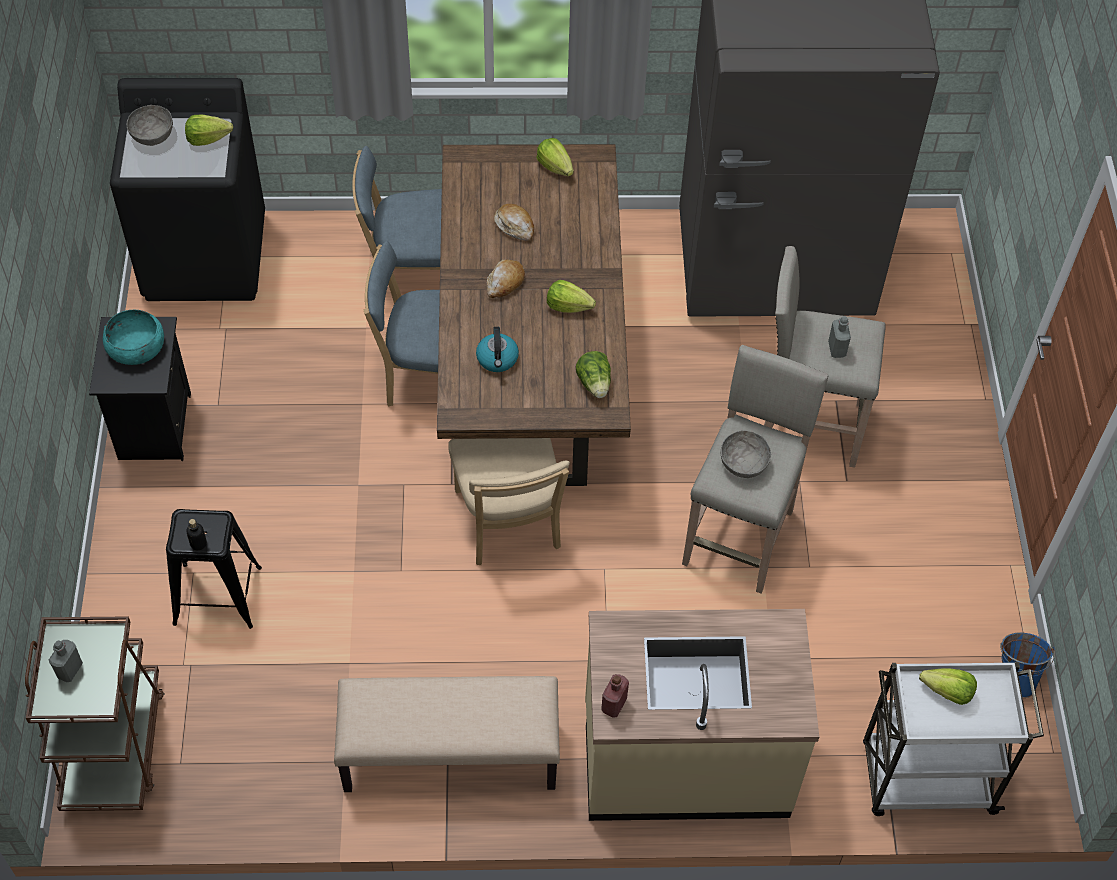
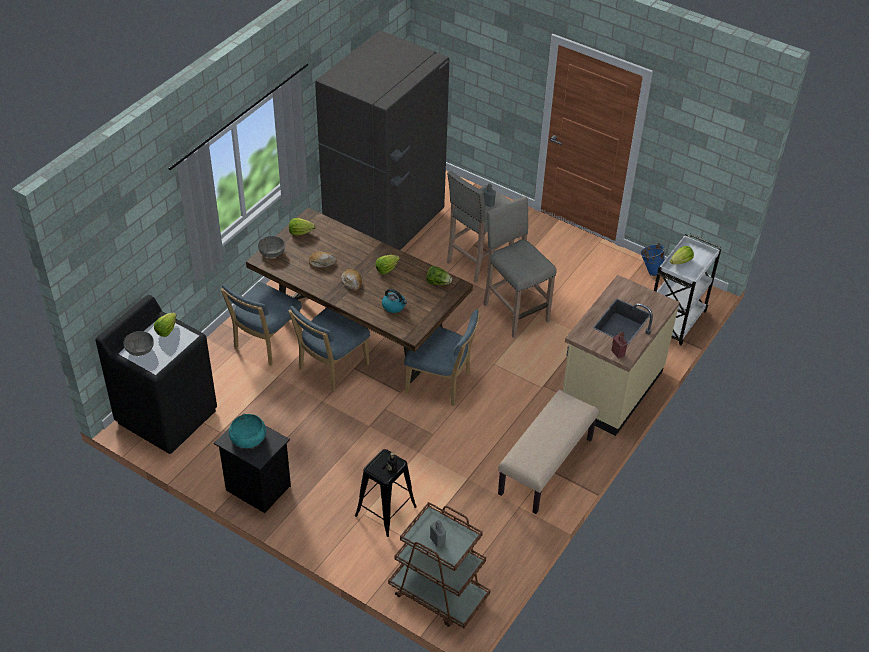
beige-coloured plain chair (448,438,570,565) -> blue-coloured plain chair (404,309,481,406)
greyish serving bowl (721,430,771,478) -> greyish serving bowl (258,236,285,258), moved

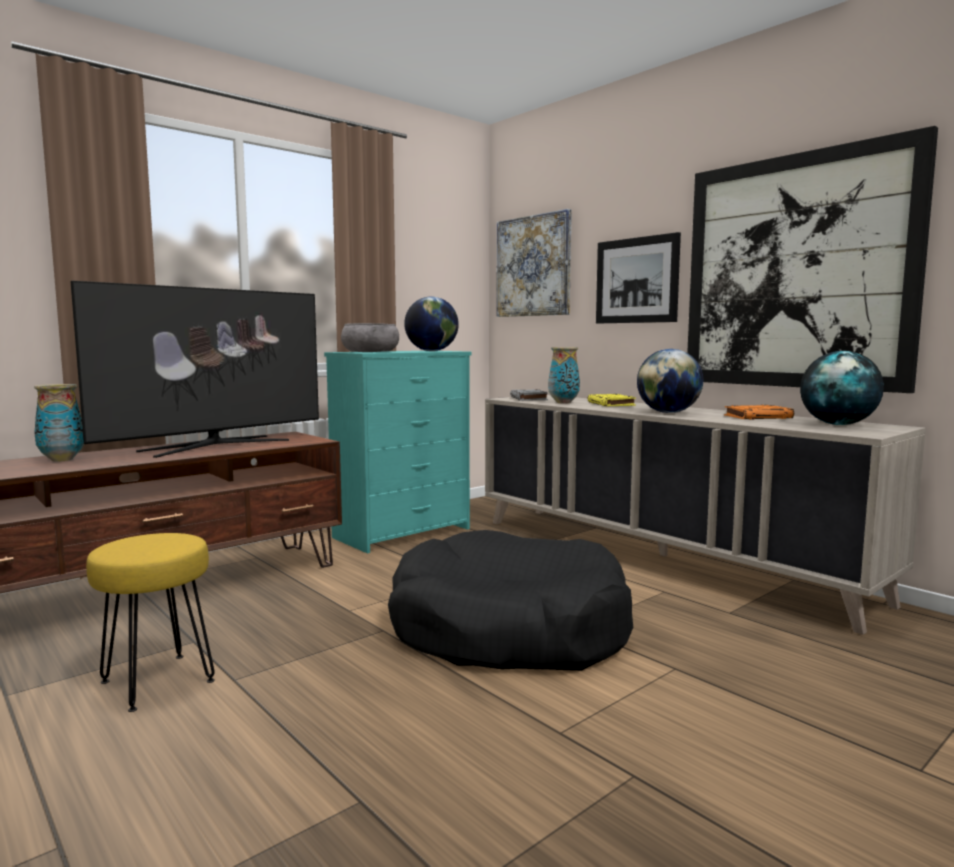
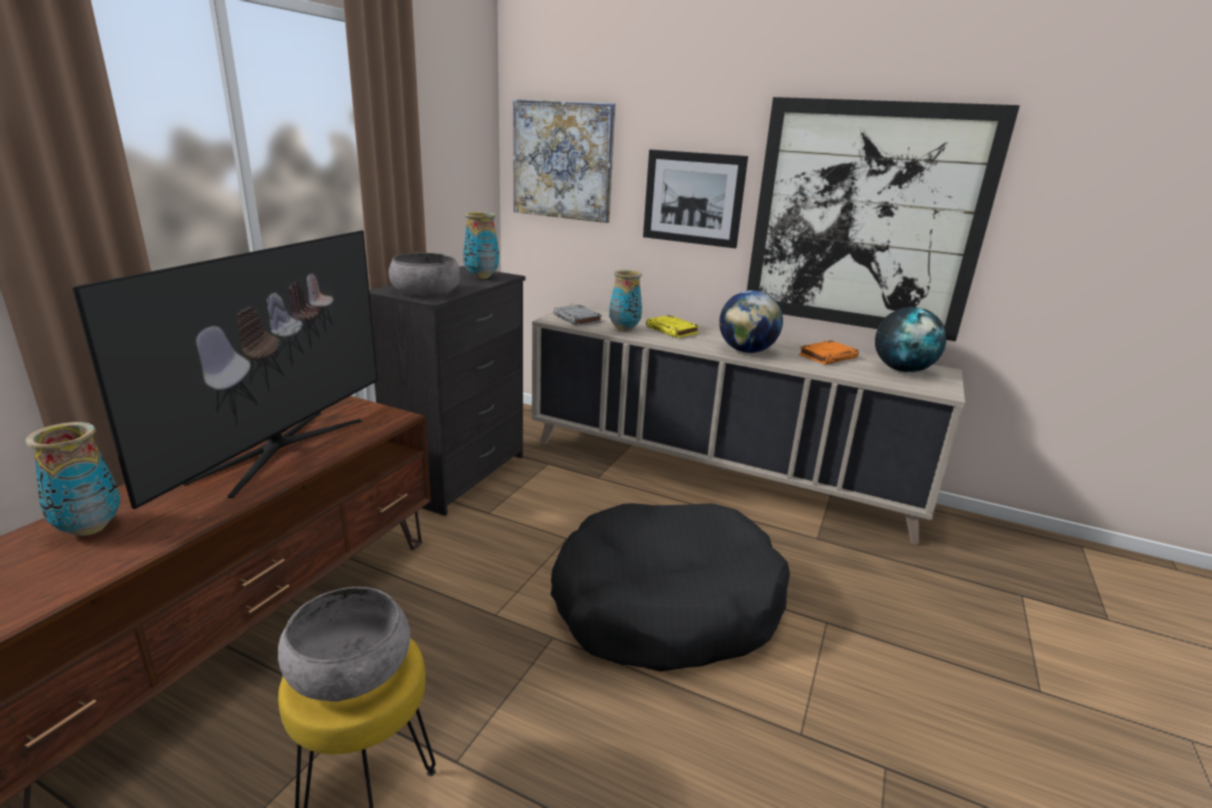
turquoise-coloured dresser (324,351,471,554) -> black dresser (369,266,525,516)
world globe (404,297,459,351) -> vase (463,212,499,279)
none -> greyish serving bowl (278,587,410,702)

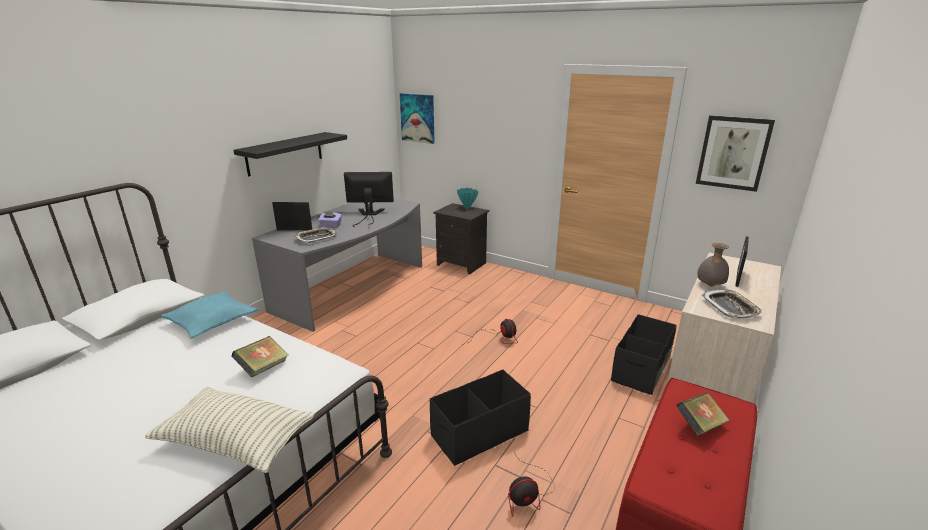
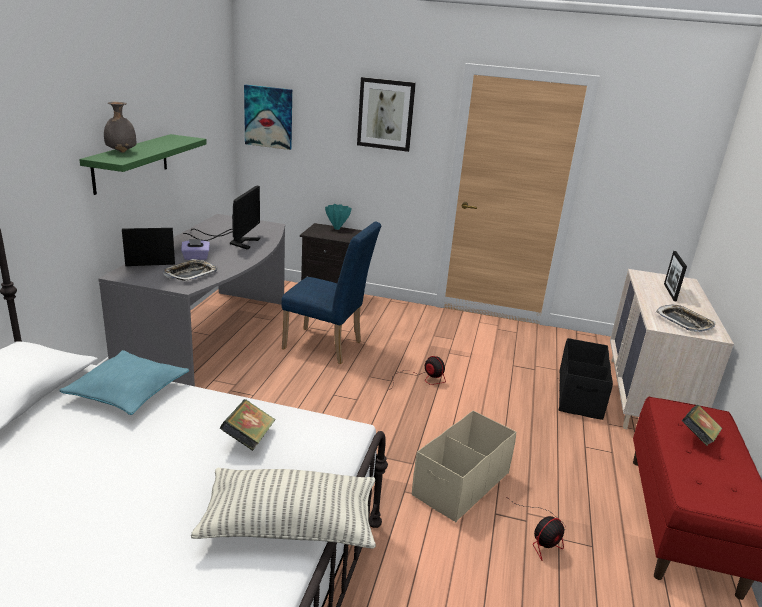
black wall shelf (233,132,347,176) -> green wall shelf (79,134,207,195)
computer screen (344,172,394,227) -> computer screen (183,186,260,250), 120 degrees clockwise
black storage container (430,370,531,466) -> beige-coloured storage container (412,410,516,522)
picture (696,115,775,192) -> picture (357,77,416,152), moved
greyish vase (697,243,729,287) -> greyish vase (104,102,137,152), moved
none -> blue-coloured plain chair (281,222,381,364)

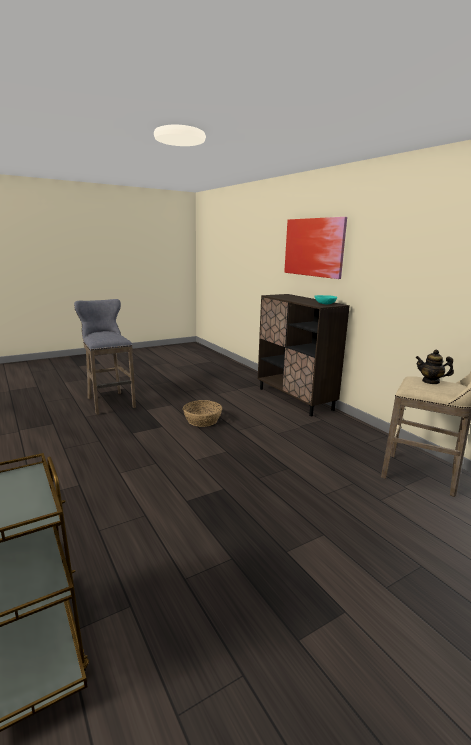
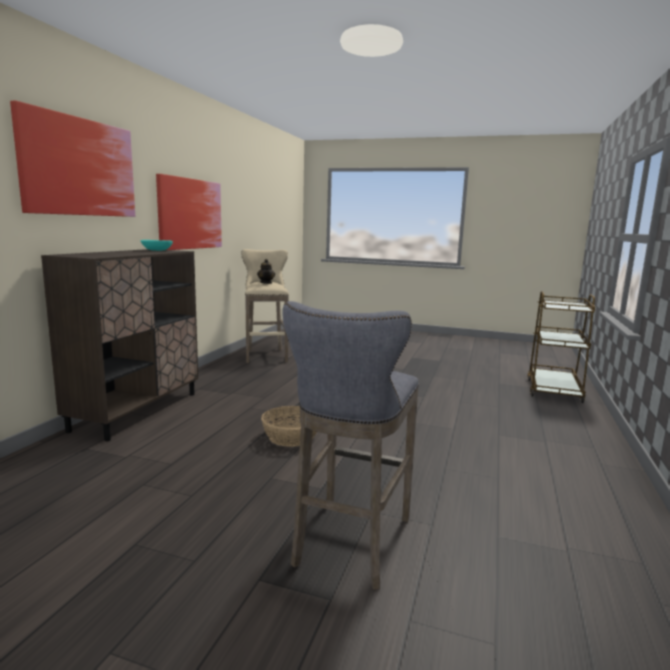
none -> picture (156,174,222,250)

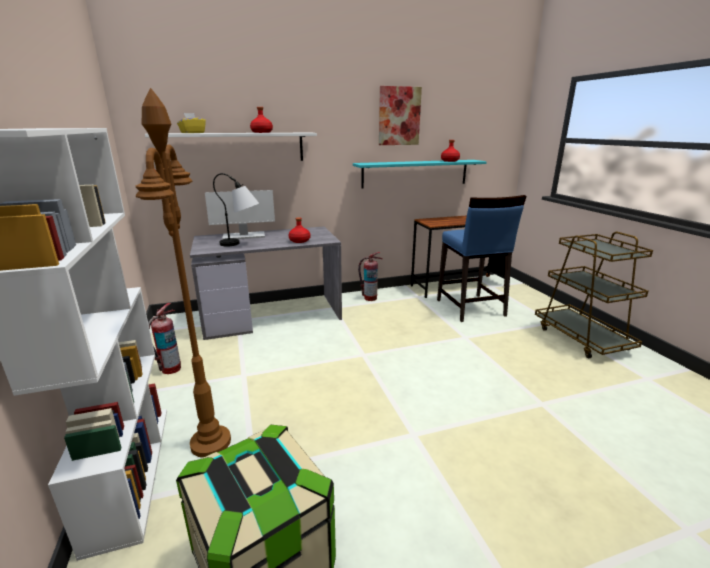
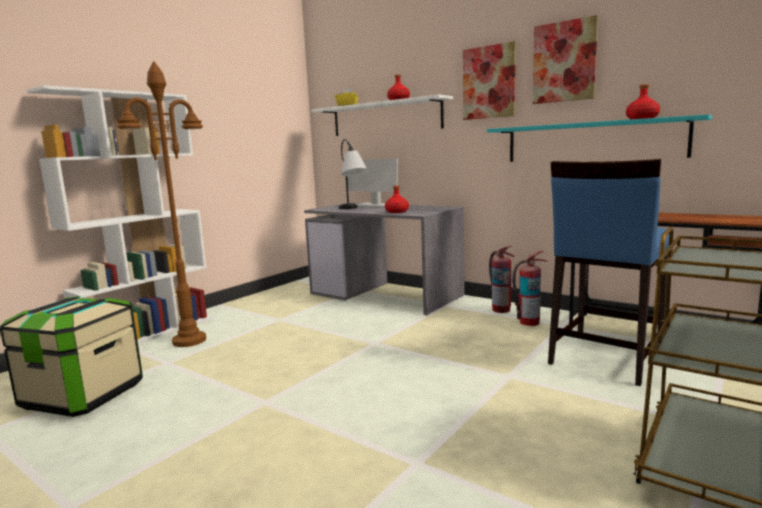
extinguisher (148,303,181,374) -> extinguisher (512,251,547,326), moved
none -> picture (463,41,516,120)

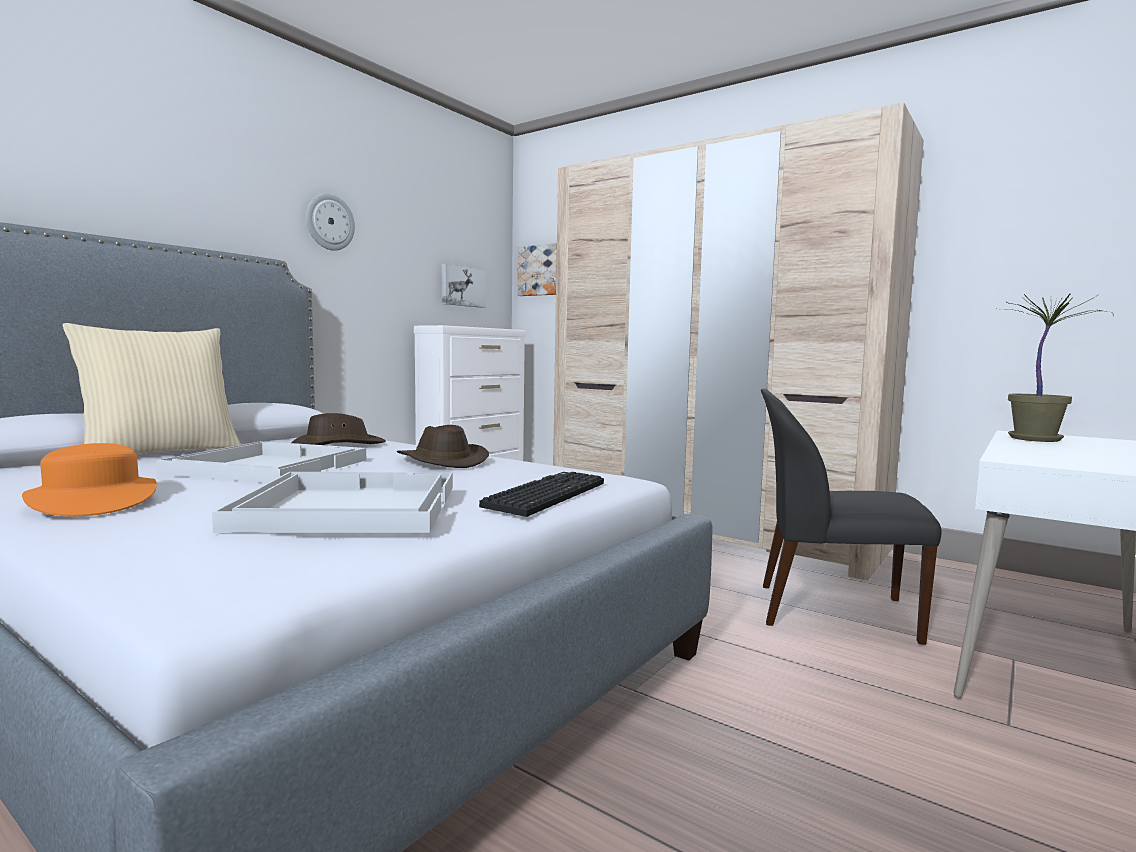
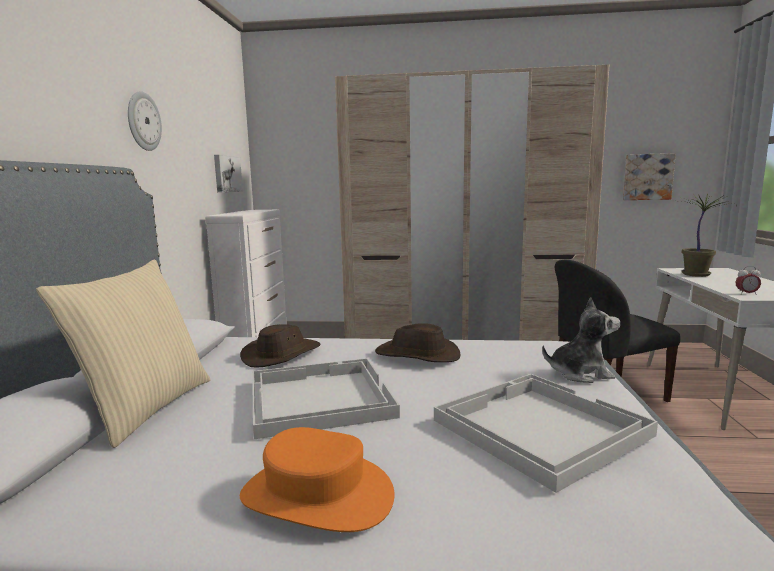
keyboard (479,472,604,517) -> soft toy (542,298,620,383)
picture (518,243,557,296) -> picture (623,153,676,200), moved
none -> table clock (736,266,761,295)

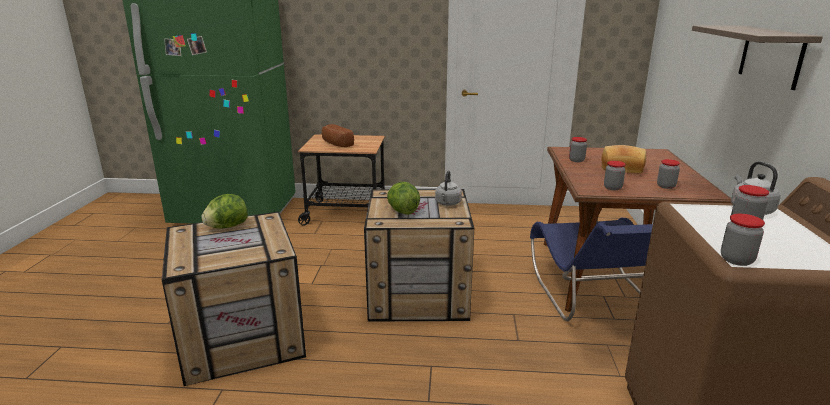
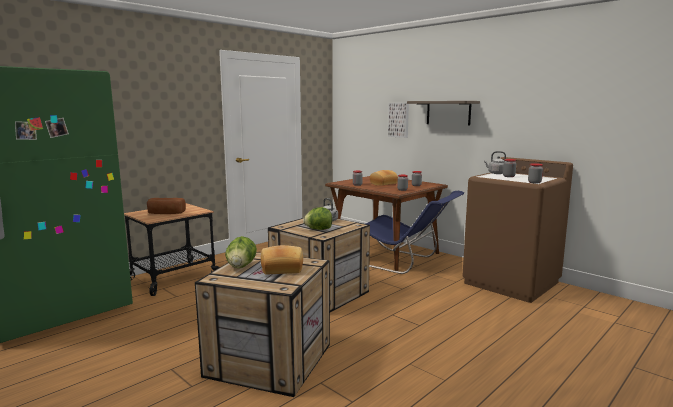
none -> bakery bread (261,245,303,275)
none -> picture (388,103,409,138)

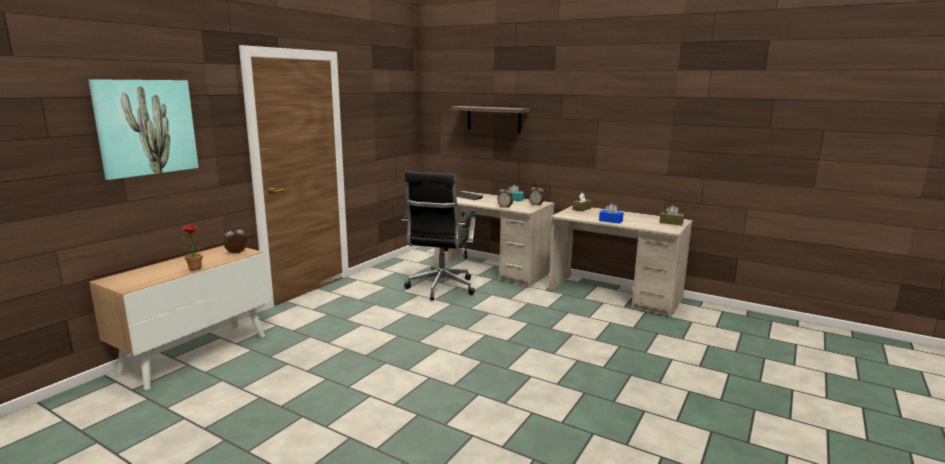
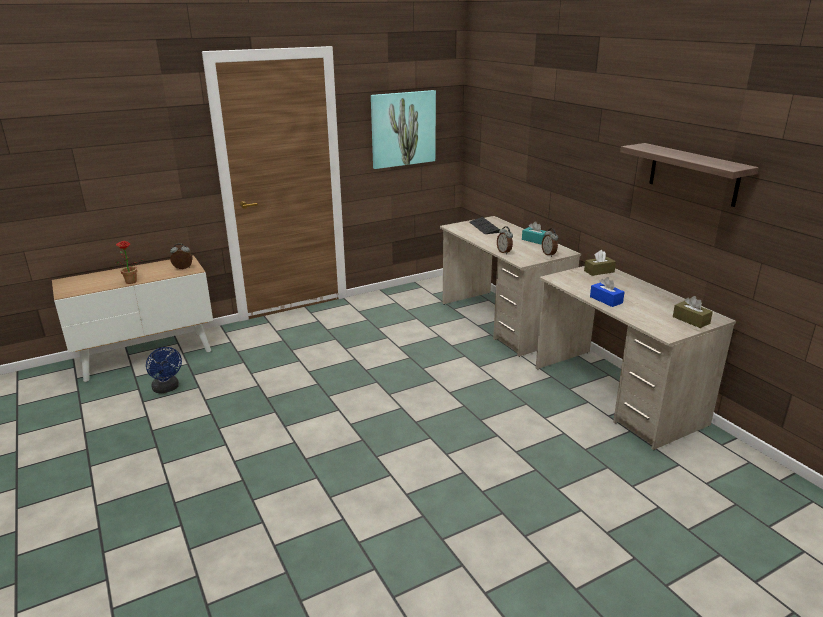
picture (88,79,199,180) -> picture (371,90,436,169), moved
black computer chair (402,171,476,301) -> none
wall shelf (451,106,529,133) -> wall shelf (620,143,759,207), moved
none -> blue-coloured electric fan (146,347,182,393)

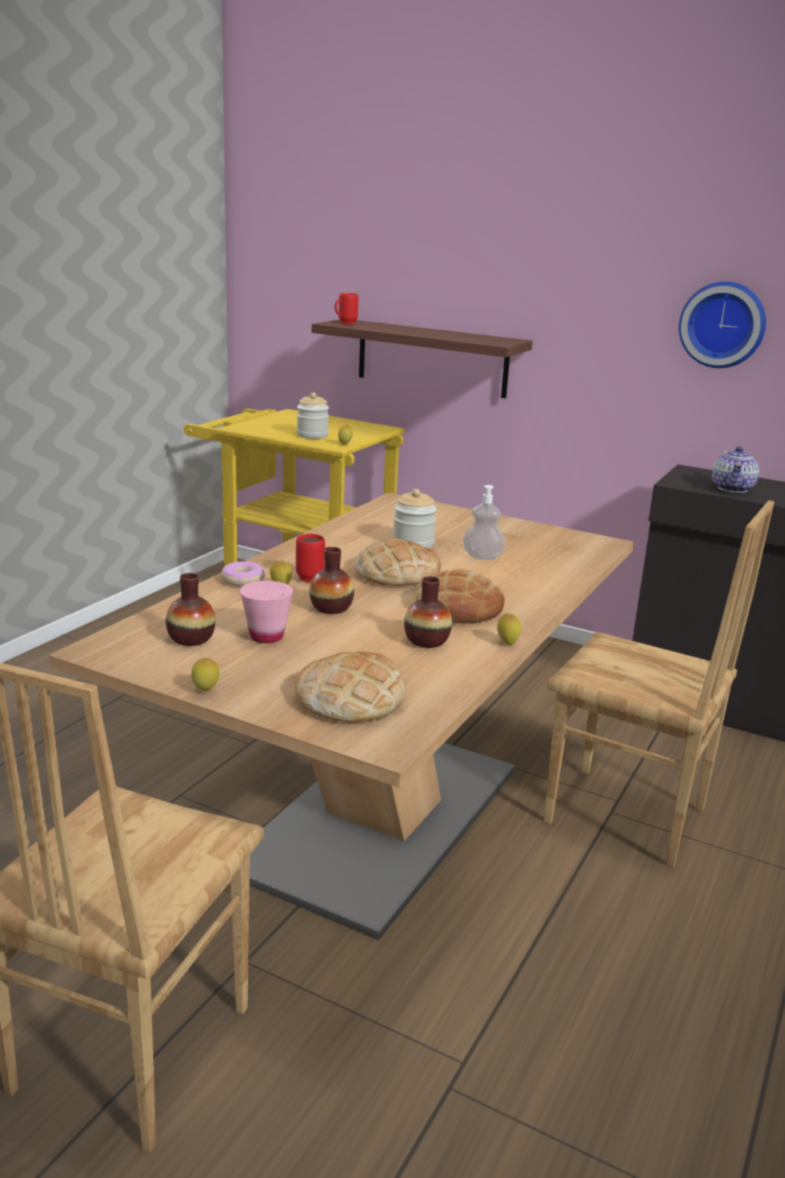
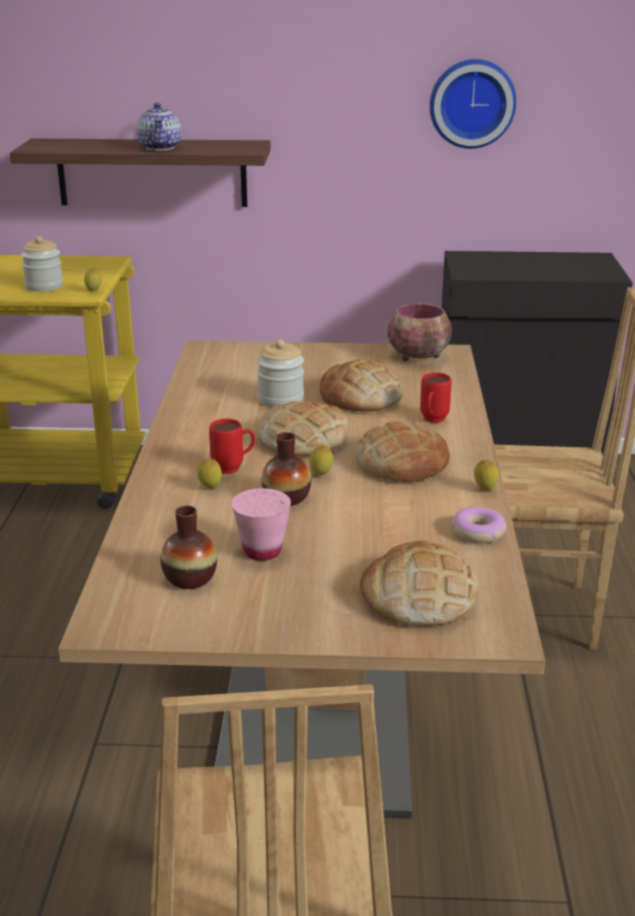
citrus fruit (191,658,219,691) -> citrus fruit (310,446,333,476), moved
ring doughnut (221,561,265,587) -> ring doughnut (452,507,506,543), moved
red-coloured coffee mug (335,293,358,325) -> red-coloured coffee mug (420,372,451,423), moved
vase (404,576,452,648) -> none
soap dispenser (463,485,505,560) -> bakery bread (319,359,404,411)
teapot (712,446,759,493) -> teapot (136,103,182,151), moved
none -> serving bowl (388,303,452,361)

